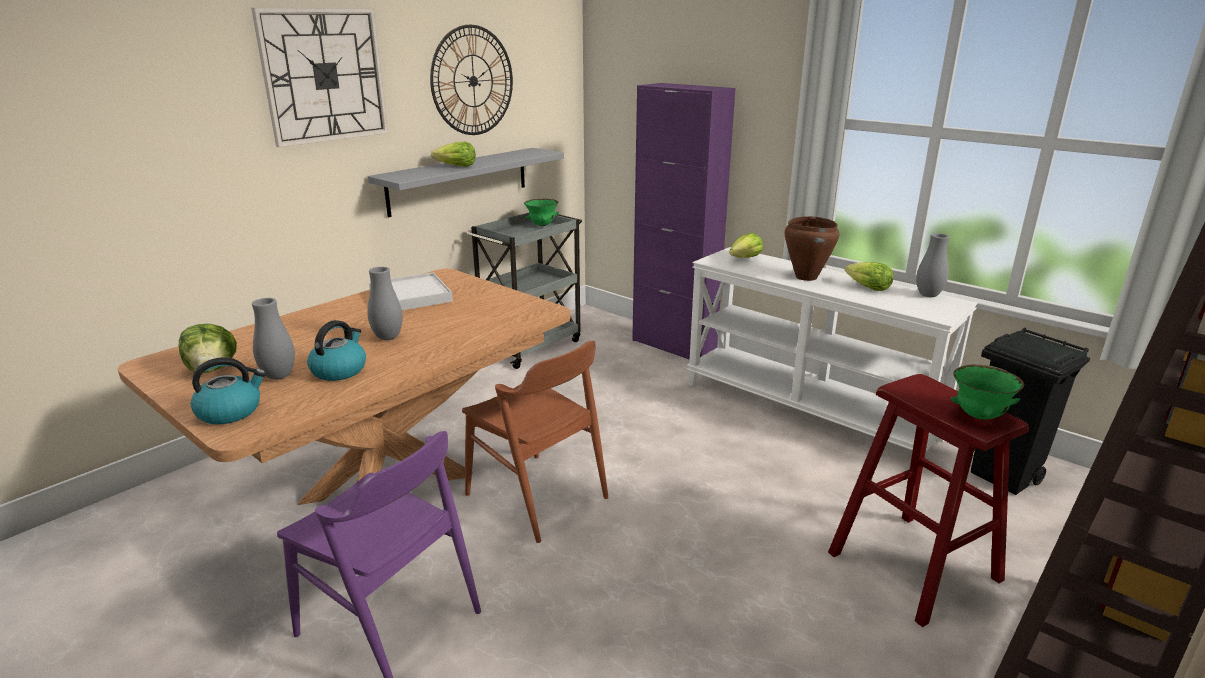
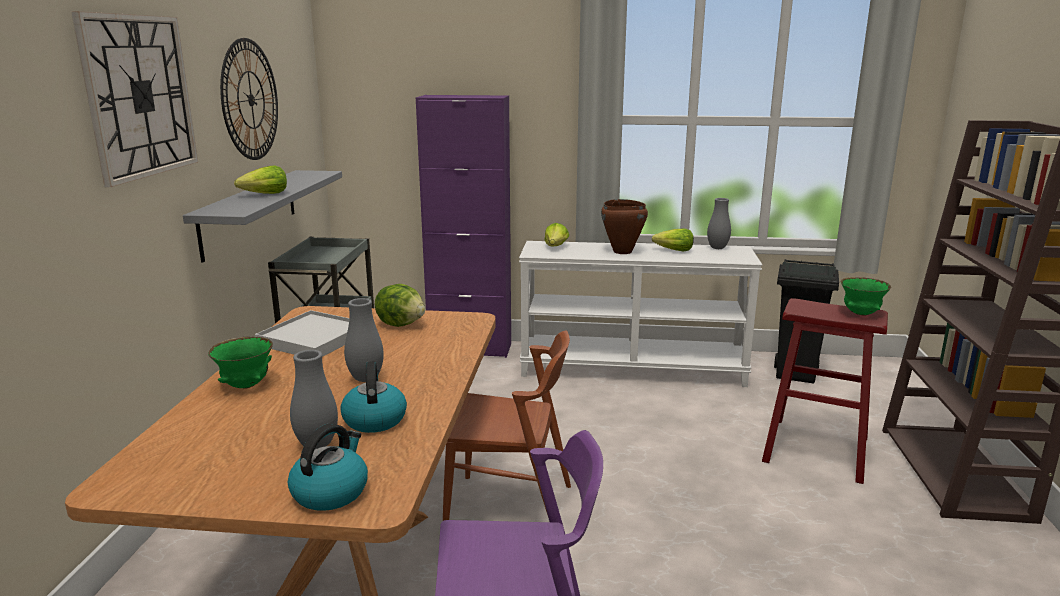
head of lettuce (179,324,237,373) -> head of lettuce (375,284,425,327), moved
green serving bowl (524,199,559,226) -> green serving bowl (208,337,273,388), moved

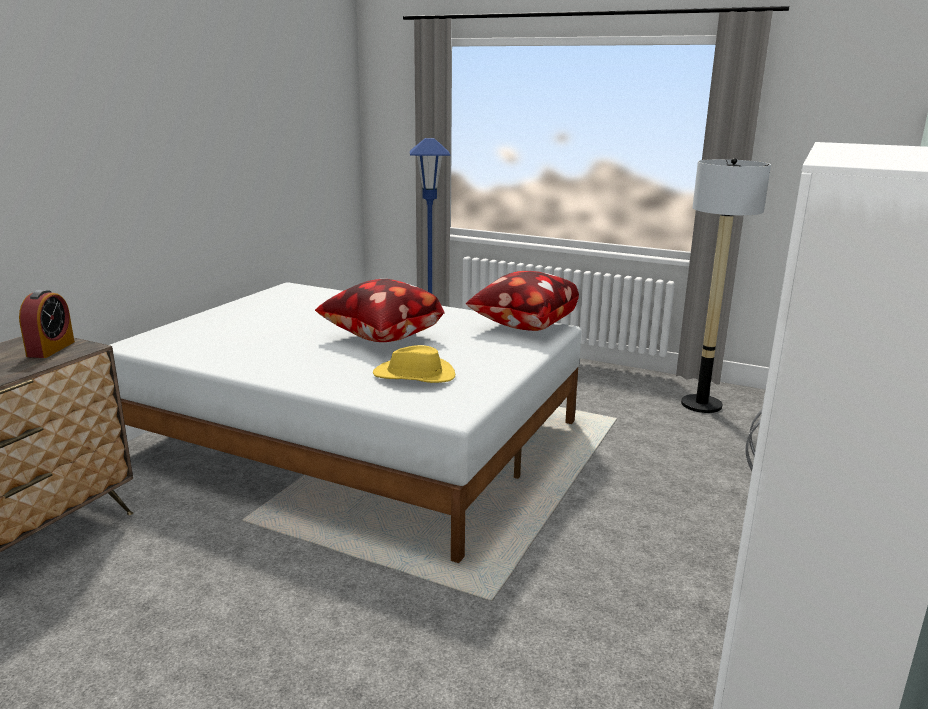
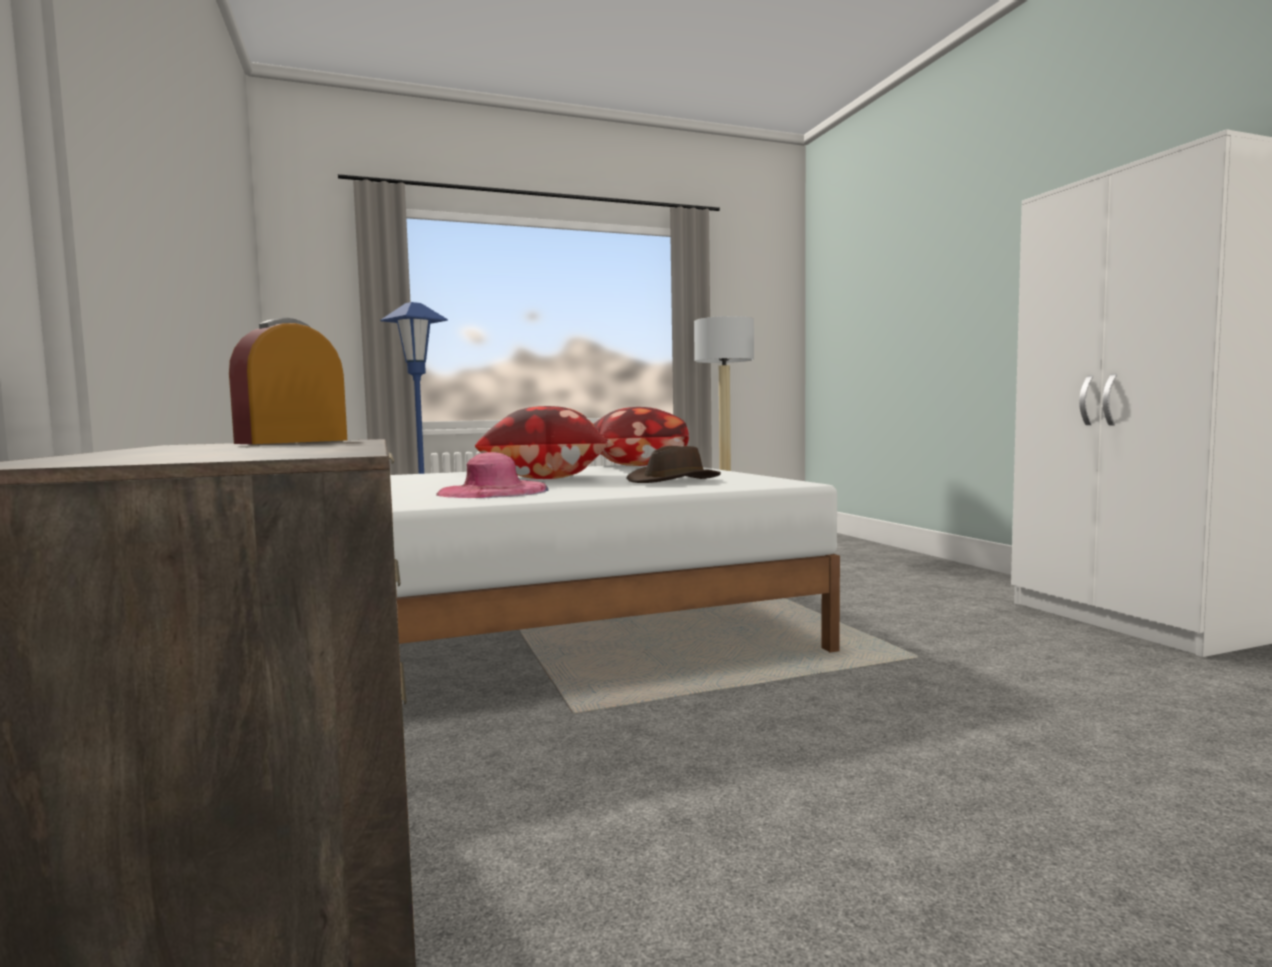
table clock (19,290,75,358) -> table clock (229,318,347,444), 105 degrees counterclockwise
yellow wearable hat (373,345,455,383) -> brownish wearable hat (627,446,721,483)
none -> pink-coloured wearable hat (436,452,549,498)

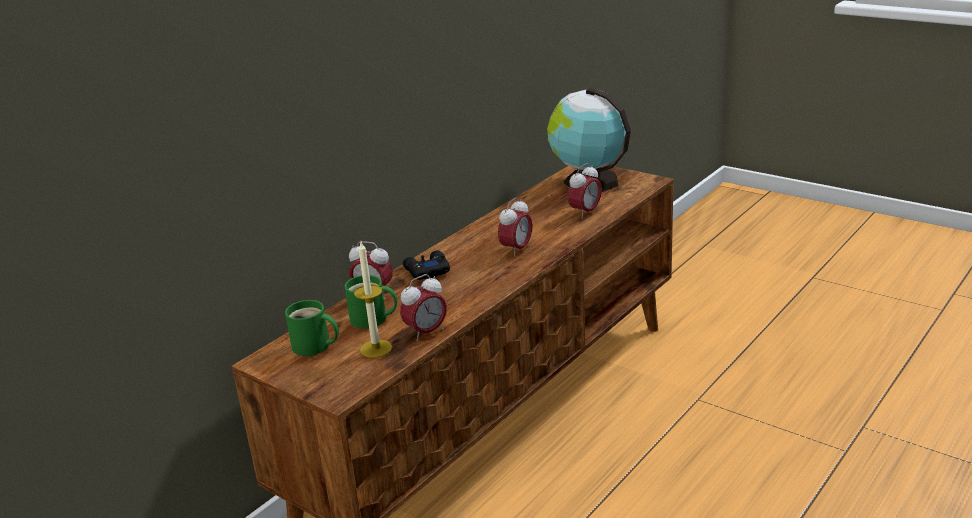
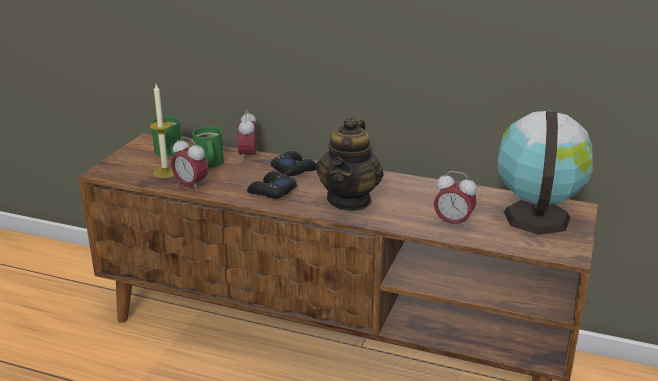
table clock (498,197,532,257) -> teapot (316,116,384,211)
none -> black game controller (247,171,297,199)

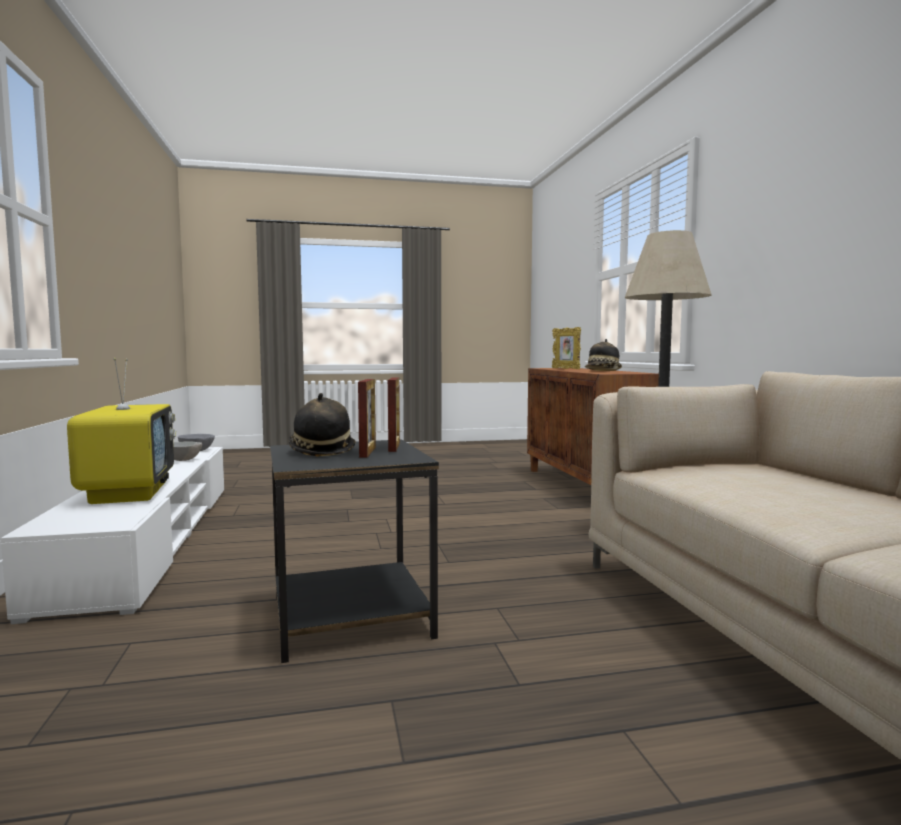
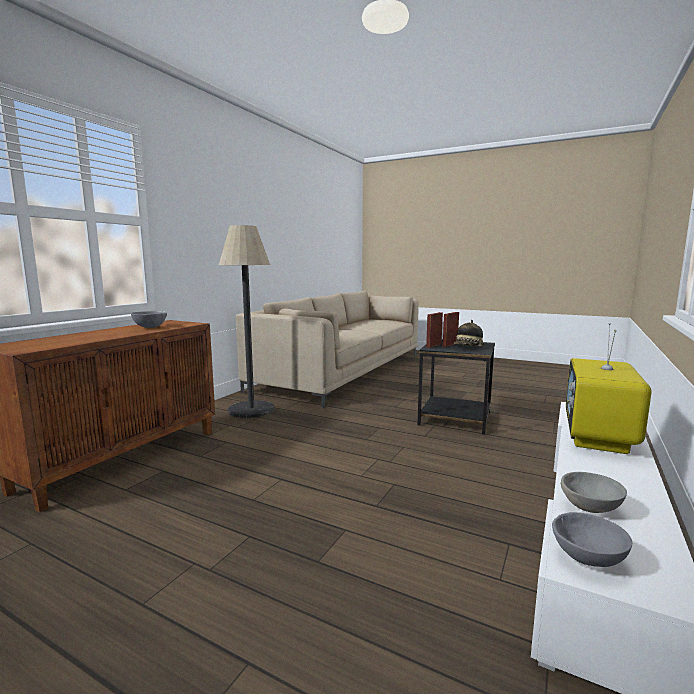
photo frame (552,327,581,369) -> none
wearable hat (585,339,622,371) -> greyish serving bowl (131,311,167,328)

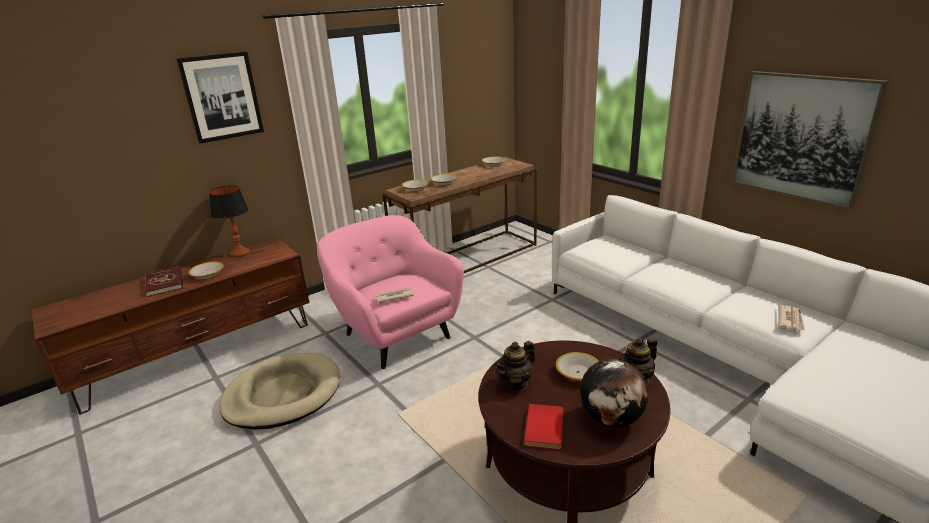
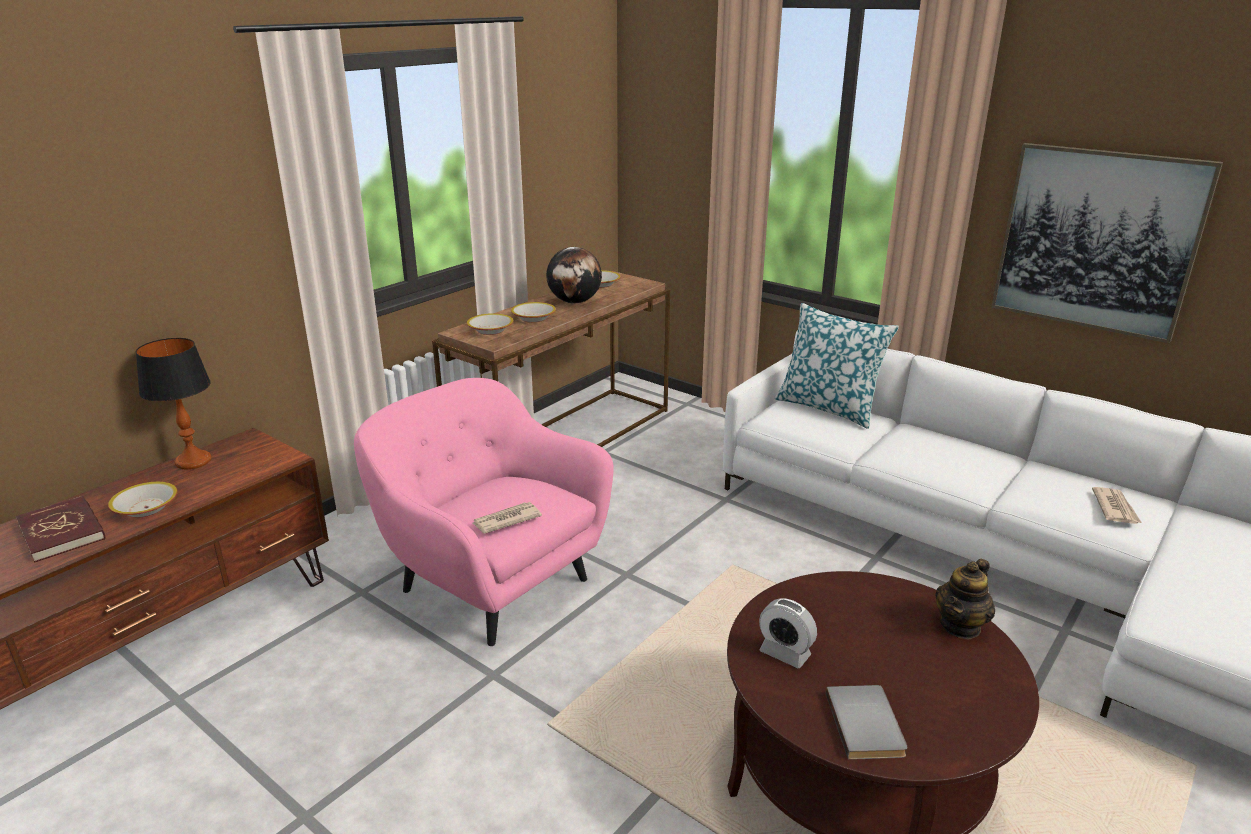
picture (177,51,264,144) -> none
beige-coloured dog cushion (219,353,340,430) -> none
teapot (494,341,535,392) -> table clock (759,598,817,668)
red-coloured book (524,404,563,449) -> greyish book (826,685,907,760)
serving bowl (556,352,599,381) -> none
world globe (580,359,649,427) -> world globe (546,247,602,303), moved
none -> cushion (775,303,899,429)

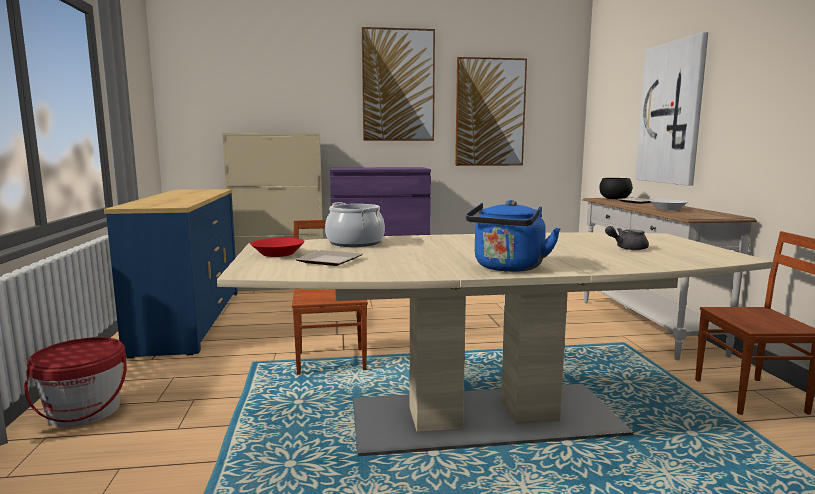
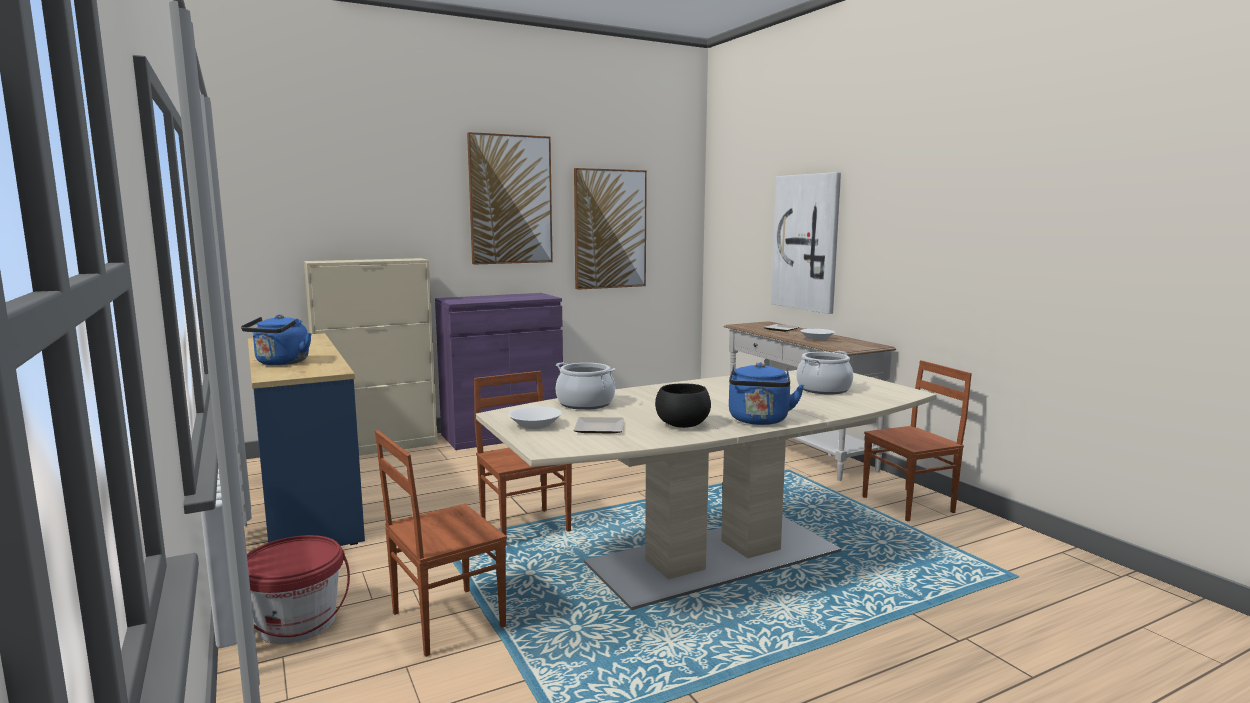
red-coloured serving bowl (250,238,305,257) -> whitish serving bowl (508,406,562,429)
black serving bowl (599,178,633,199) -> black serving bowl (655,383,711,428), moved
greyish teapot (605,226,649,250) -> cooking pot (796,351,853,395)
none -> blue-coloured tea kettle (241,315,312,365)
none -> brownish plain chair (375,430,507,657)

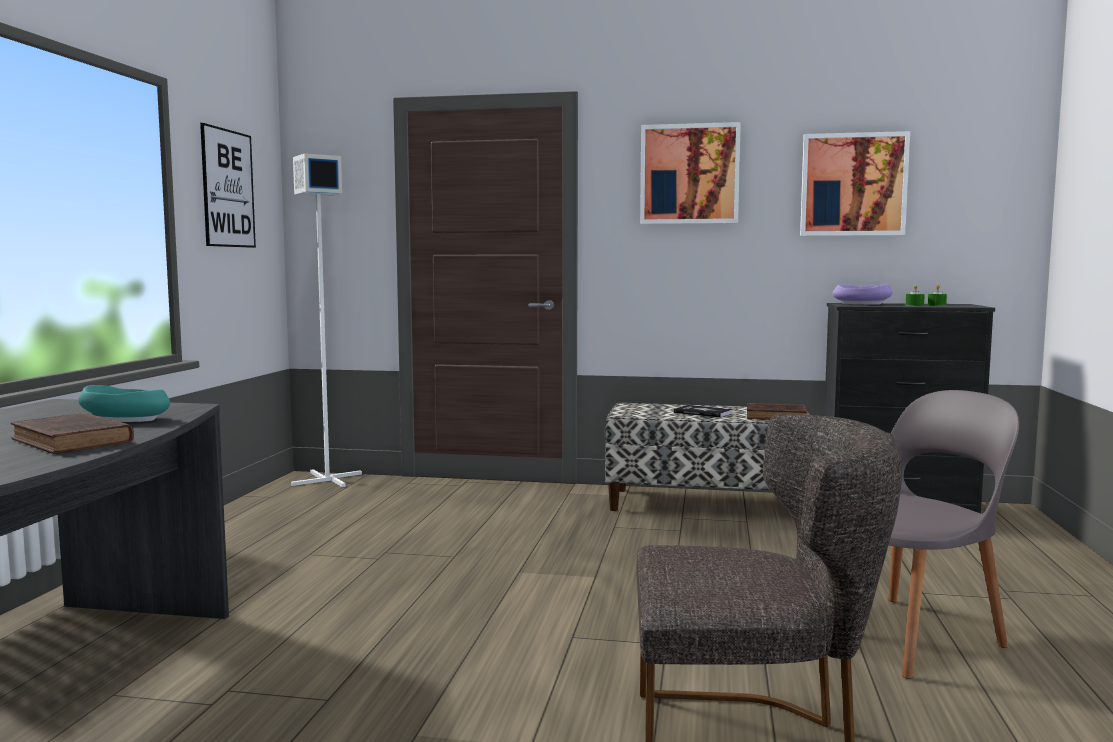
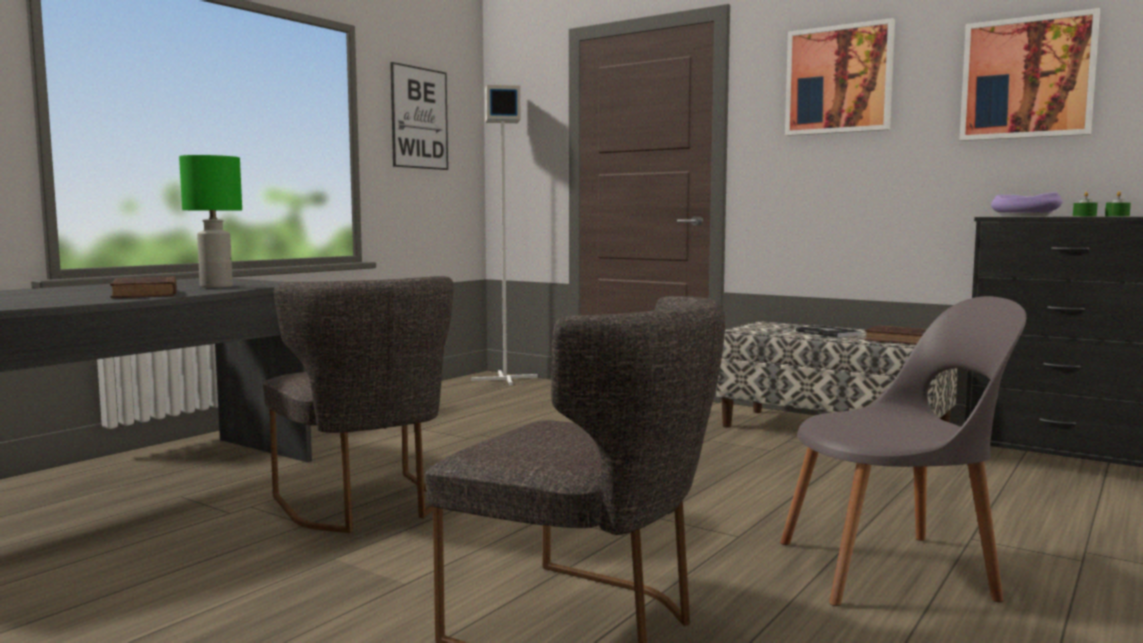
turquoise-coloured serving bowl (78,385,170,422) -> green tabletop lamp (179,155,242,288)
none -> greyish plain chair (263,276,453,533)

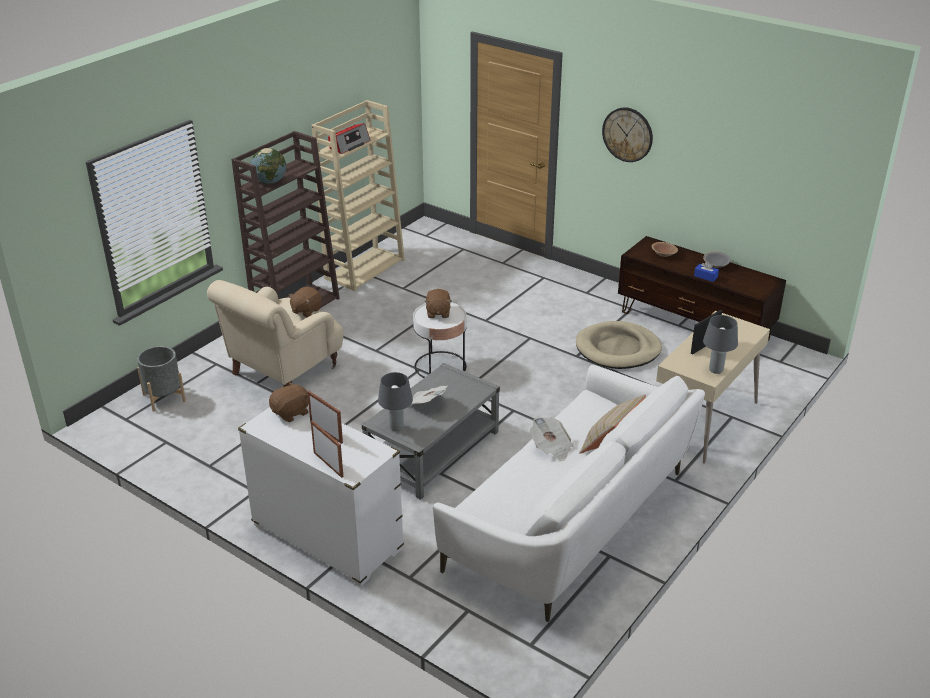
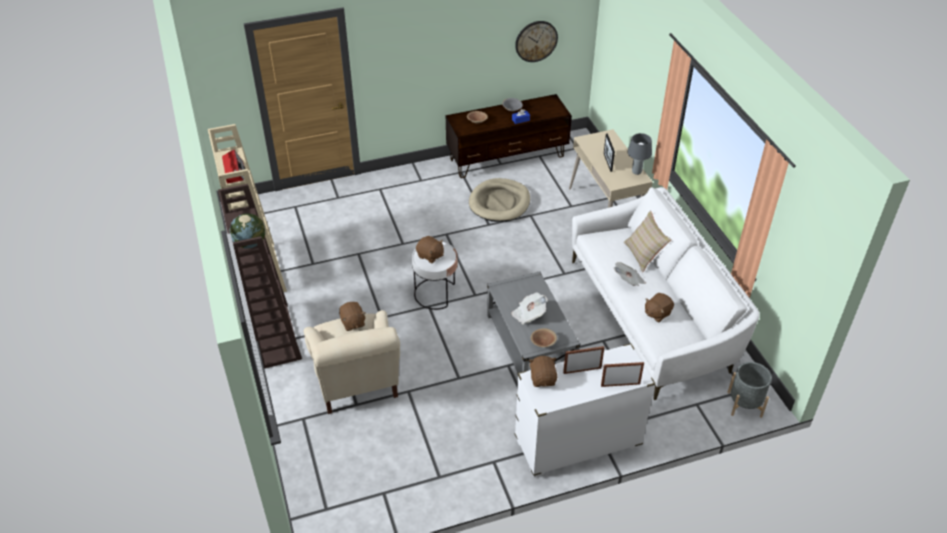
greyish plant pot (137,346,186,412) -> greyish plant pot (727,362,772,418), moved
greyish tabletop lamp (378,372,413,431) -> brownish serving bowl (531,328,557,347)
hanging clock (602,107,653,162) -> hanging clock (515,21,558,62), moved
none -> brownish soft toy (645,293,674,322)

